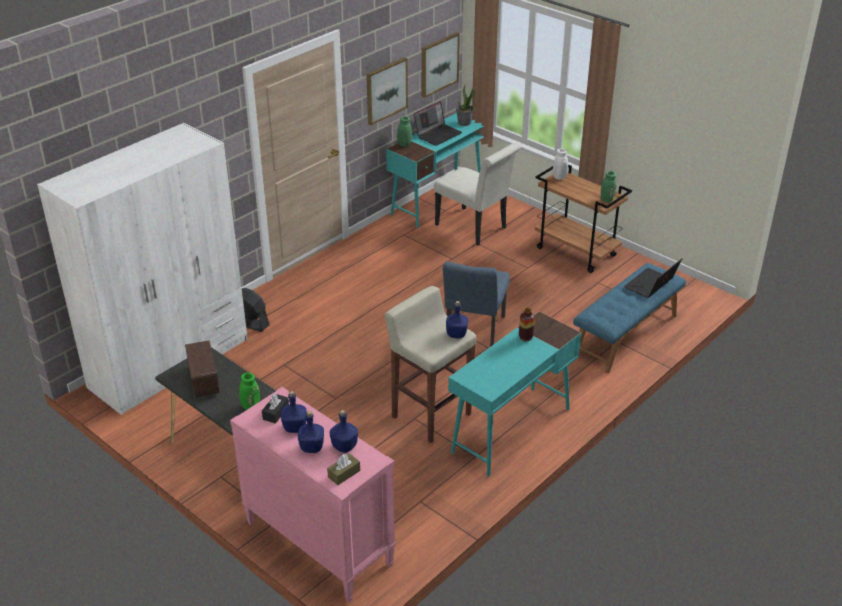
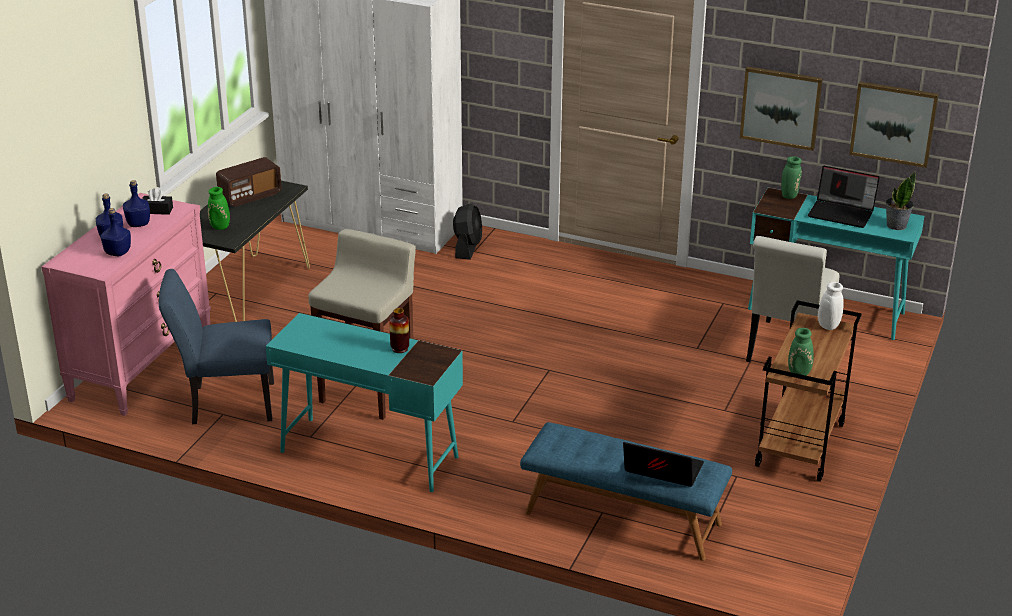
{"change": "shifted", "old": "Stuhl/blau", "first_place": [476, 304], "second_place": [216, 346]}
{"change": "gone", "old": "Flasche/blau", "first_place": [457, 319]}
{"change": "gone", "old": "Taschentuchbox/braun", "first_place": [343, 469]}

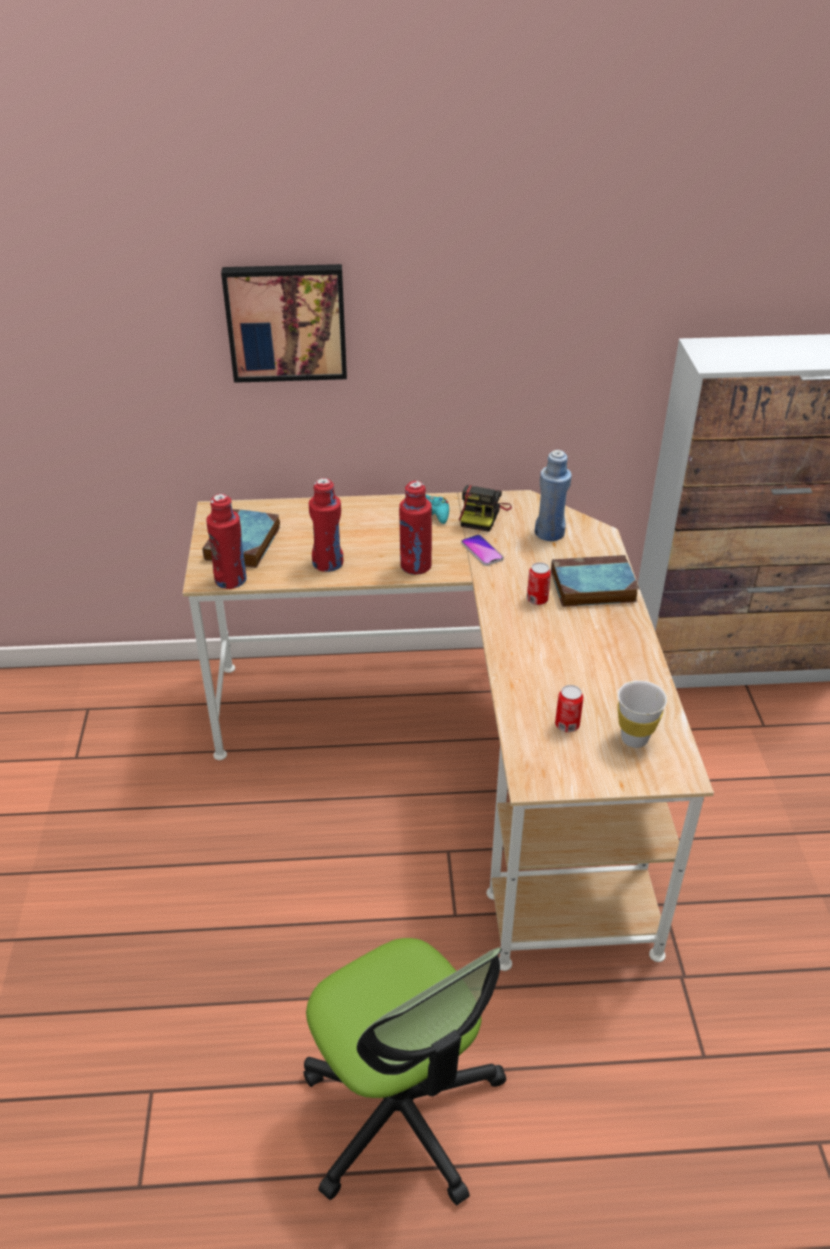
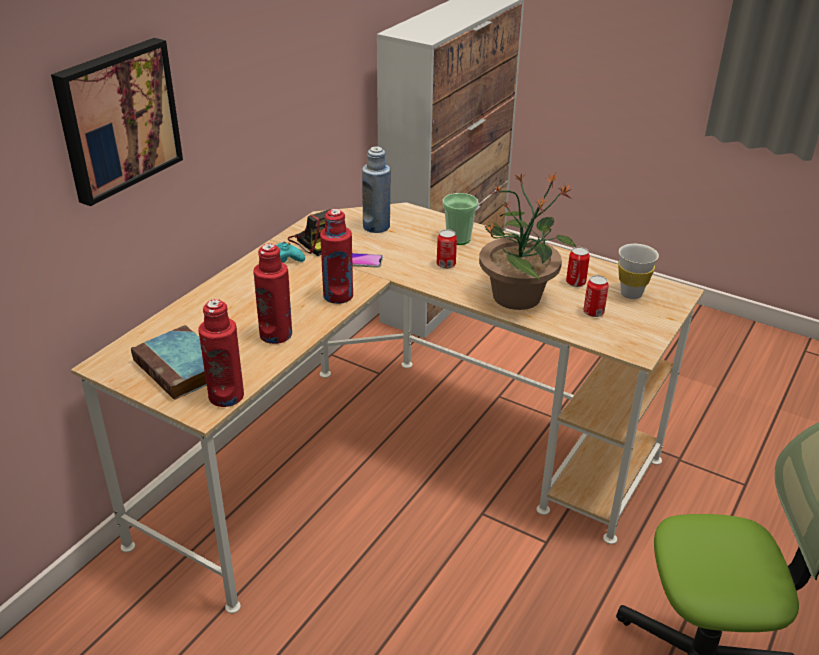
{"change": "swapped", "old": "Buch", "new": "Tasse", "first_place": [595, 581], "second_place": [460, 219]}
{"change": "new", "new": "Topfpflanze", "second_place": [527, 241]}
{"change": "new", "new": "Dose", "second_place": [578, 267]}

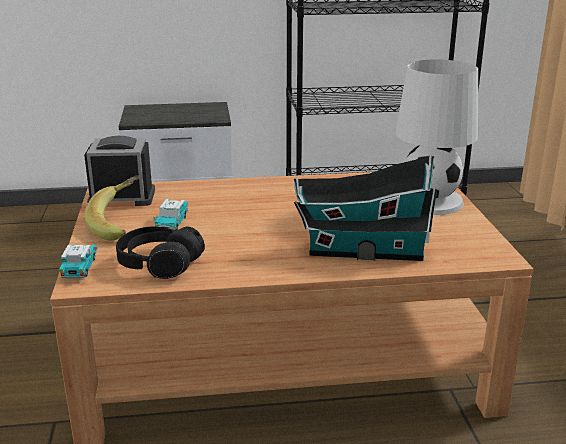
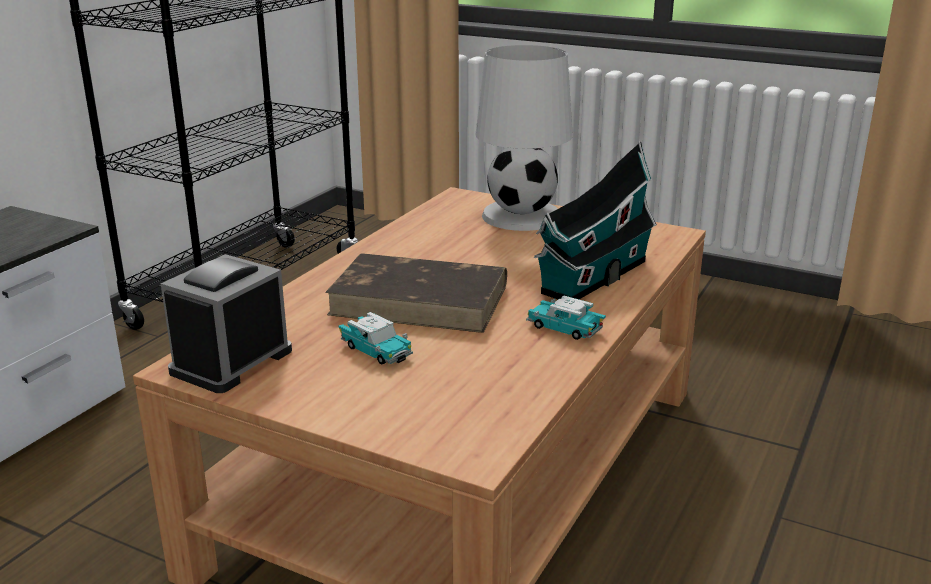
{"change": "gone", "old": "Banane", "first_place": [112, 208]}
{"change": "gone", "old": "Kopfhörer/schwarz", "first_place": [160, 252]}
{"change": "shifted", "old": "Spielzeugauto", "first_place": [78, 262], "second_place": [566, 318]}
{"change": "new", "new": "Buch/braun", "second_place": [416, 293]}

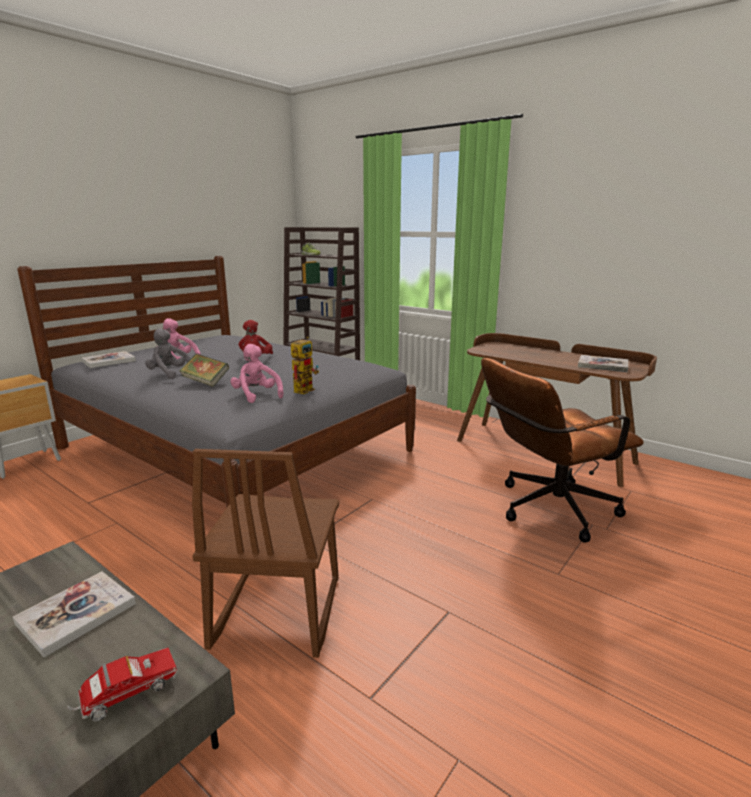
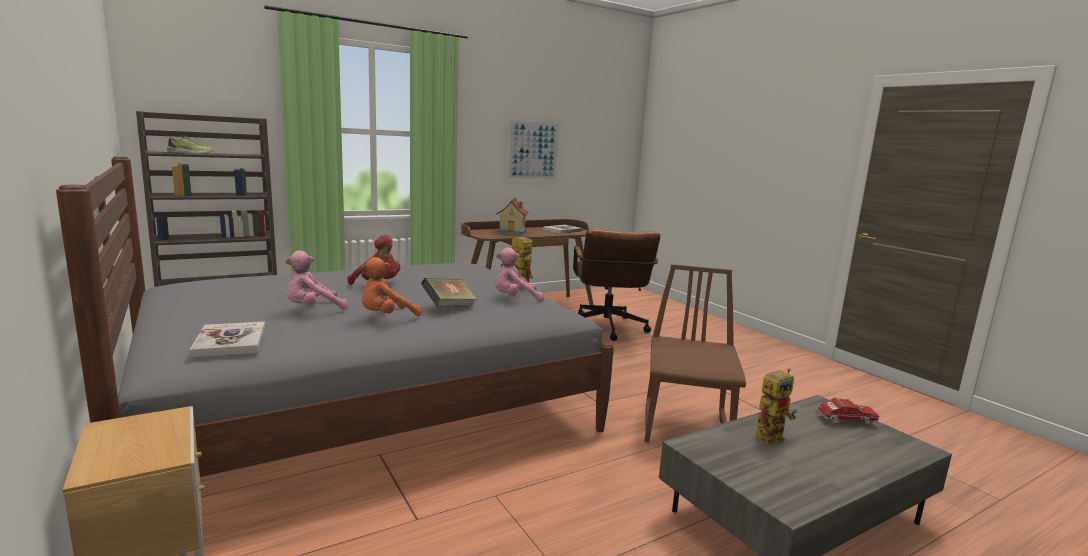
{"change": "repainted", "old": "Plüschtier/grau", "new": "Plüschtier/orange", "first_place": [168, 353], "second_place": [391, 286]}
{"change": "rotated", "old": "Stuhl/braun", "first_place": [265, 553], "second_place": [695, 353], "degrees": -105}
{"change": "swapped", "old": "Buch", "new": "Spielzeugroboter", "first_place": [74, 614], "second_place": [776, 407]}
{"change": "rotated", "old": "Spielzeuglaster", "first_place": [122, 684], "second_place": [847, 411], "degrees": 105}
{"change": "new", "new": "Bild", "second_place": [533, 149]}
{"change": "new", "new": "Spielzeughaus", "second_place": [512, 216]}

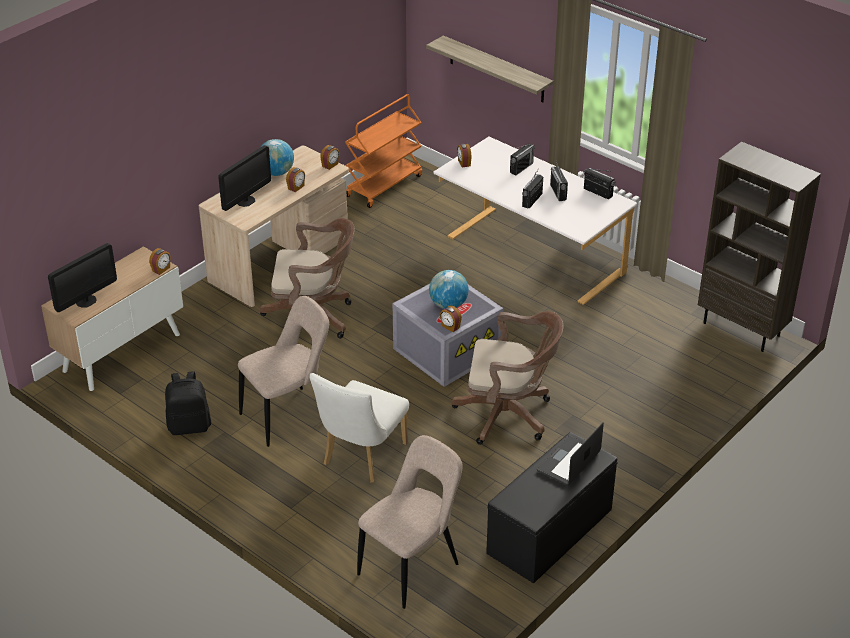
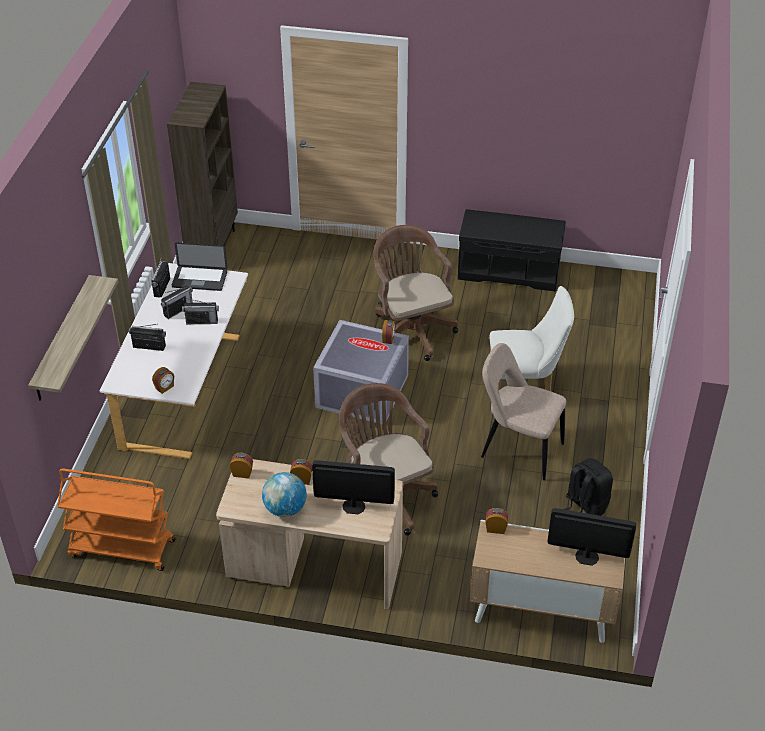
{"change": "gone", "old": "Globus", "first_place": [449, 289]}
{"change": "shifted", "old": "Laptop", "first_place": [570, 454], "second_place": [200, 266]}
{"change": "gone", "old": "Stuhl/beige", "first_place": [410, 522]}

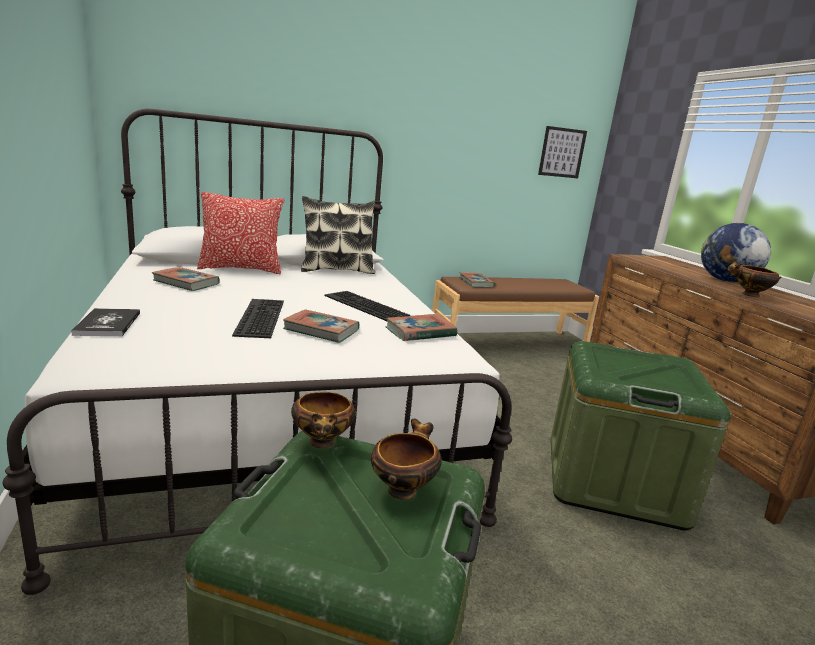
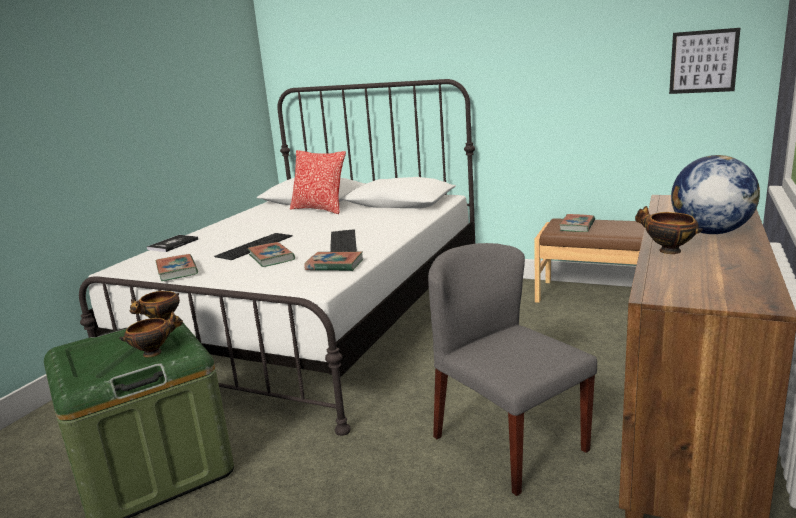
{"change": "gone", "old": "Kissen", "first_place": [338, 235]}
{"change": "shifted", "old": "Buch", "first_place": [186, 279], "second_place": [176, 267]}
{"change": "swapped", "old": "Aufbewahrungsbox/grün", "new": "Stuhl/grau", "first_place": [641, 435], "second_place": [512, 369]}

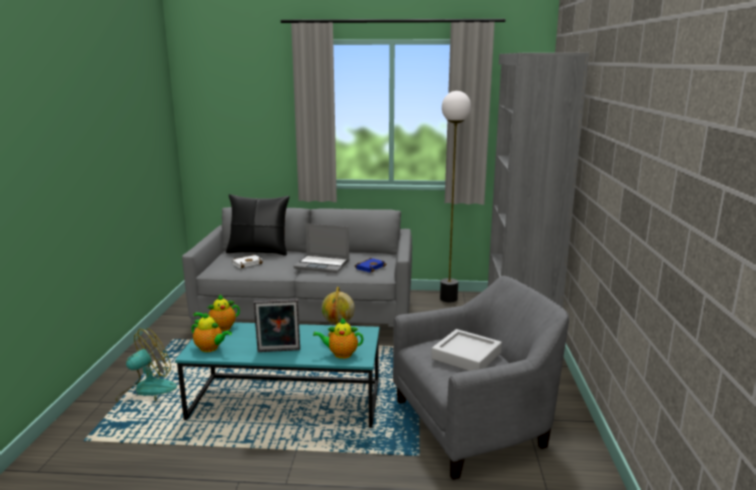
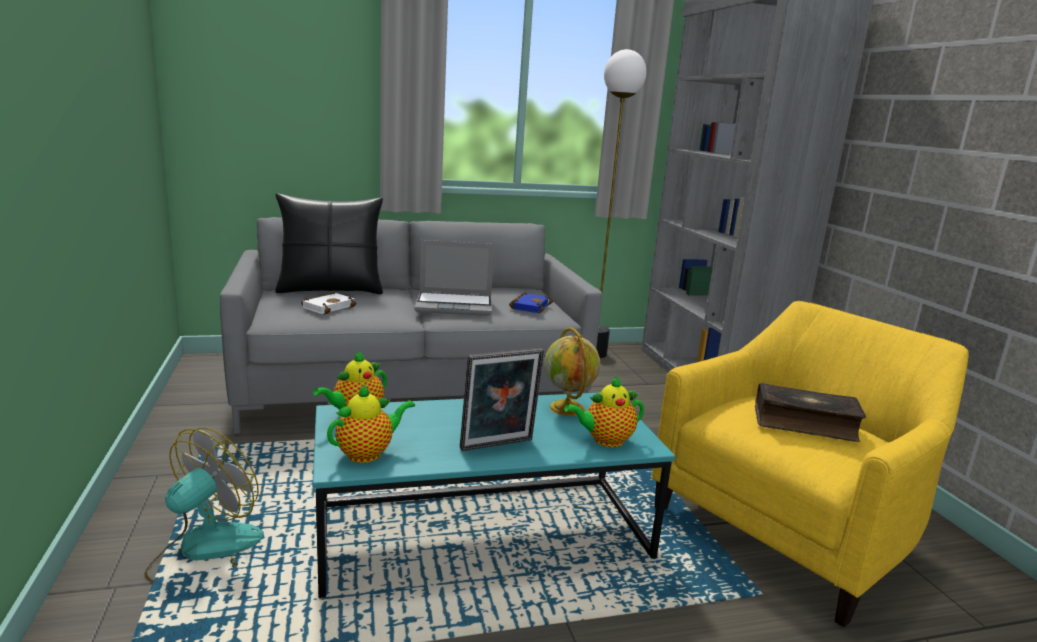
{"change": "repainted", "old": "Sessel/grau", "new": "Sessel/gelb", "first_place": [481, 378], "second_place": [810, 464]}
{"change": "rotated", "old": "Teekanne", "first_place": [211, 332], "second_place": [371, 423], "degrees": -45}
{"change": "swapped", "old": "Tablett/grau", "new": "Buch", "first_place": [466, 350], "second_place": [810, 412]}

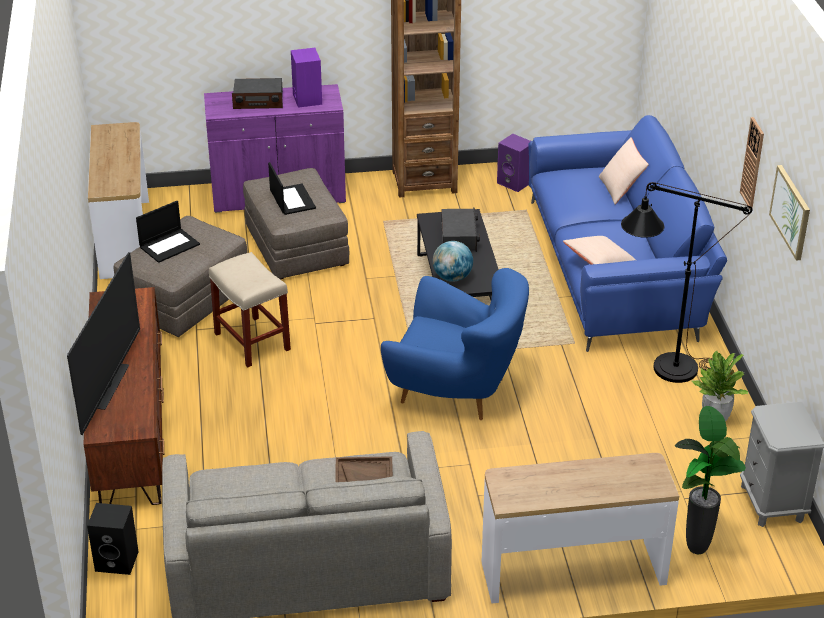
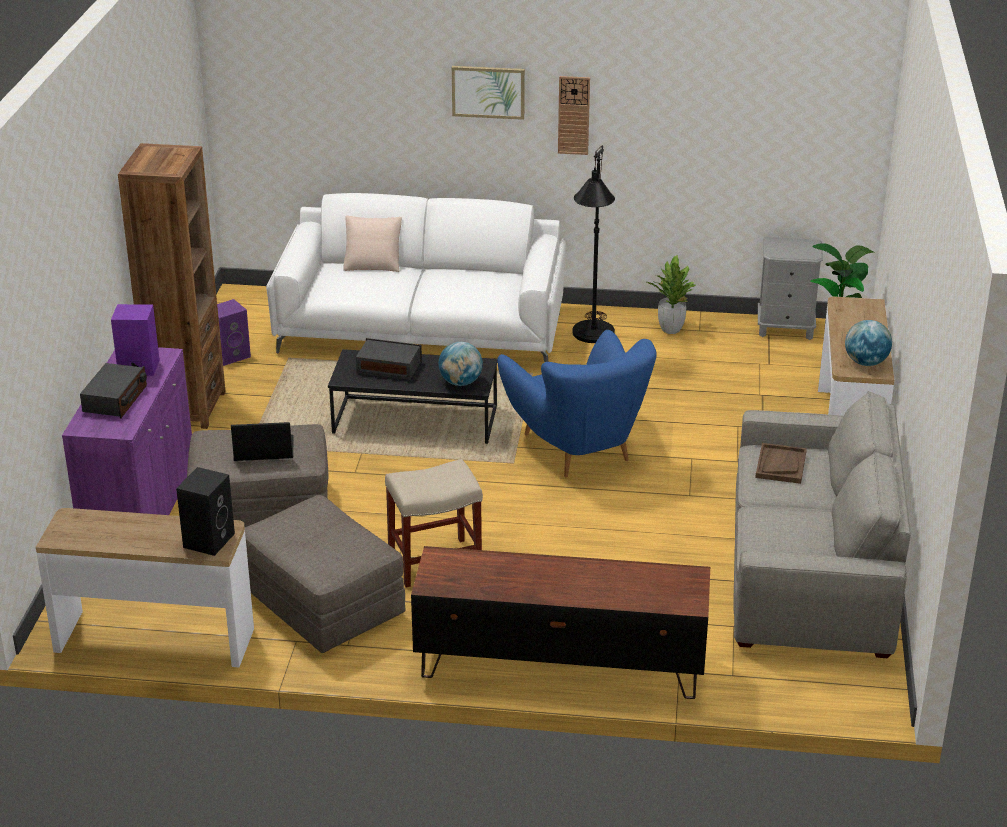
{"change": "repainted", "old": "Sofa/blau", "new": "Sofa/weiß", "first_place": [627, 233], "second_place": [416, 277]}
{"change": "shifted", "old": "Bild", "first_place": [789, 213], "second_place": [488, 93]}
{"change": "gone", "old": "Laptop", "first_place": [168, 232]}
{"change": "gone", "old": "Kissen/beige", "first_place": [599, 250]}
{"change": "gone", "old": "Fernseher", "first_place": [103, 343]}
{"change": "rotated", "old": "Sessel/blau", "first_place": [455, 344], "second_place": [577, 403], "degrees": 120}
{"change": "shifted", "old": "Lautsprecher/schwarz", "first_place": [113, 539], "second_place": [205, 511]}
{"change": "new", "new": "Globus", "second_place": [868, 343]}

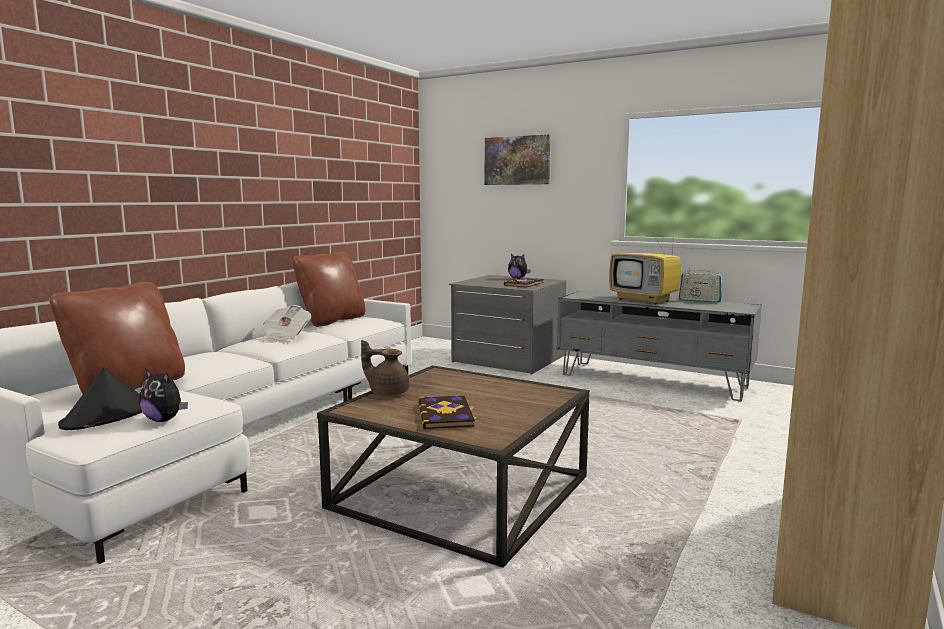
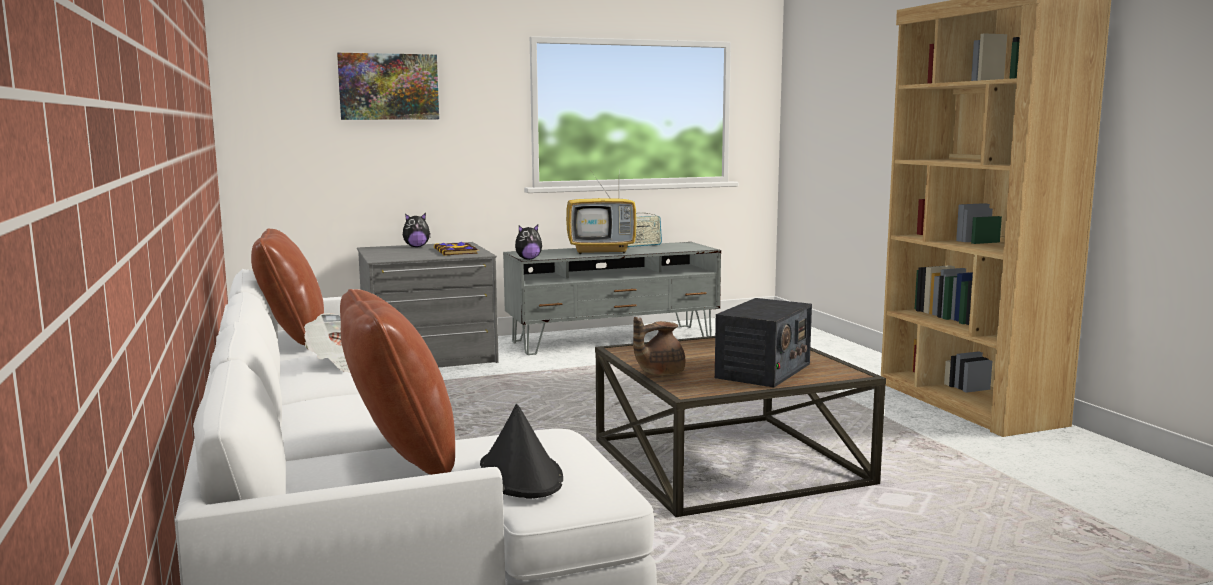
{"change": "shifted", "old": "Plüschtier", "first_place": [163, 395], "second_place": [528, 242]}
{"change": "swapped", "old": "Buch", "new": "Radio", "first_place": [448, 412], "second_place": [763, 342]}

